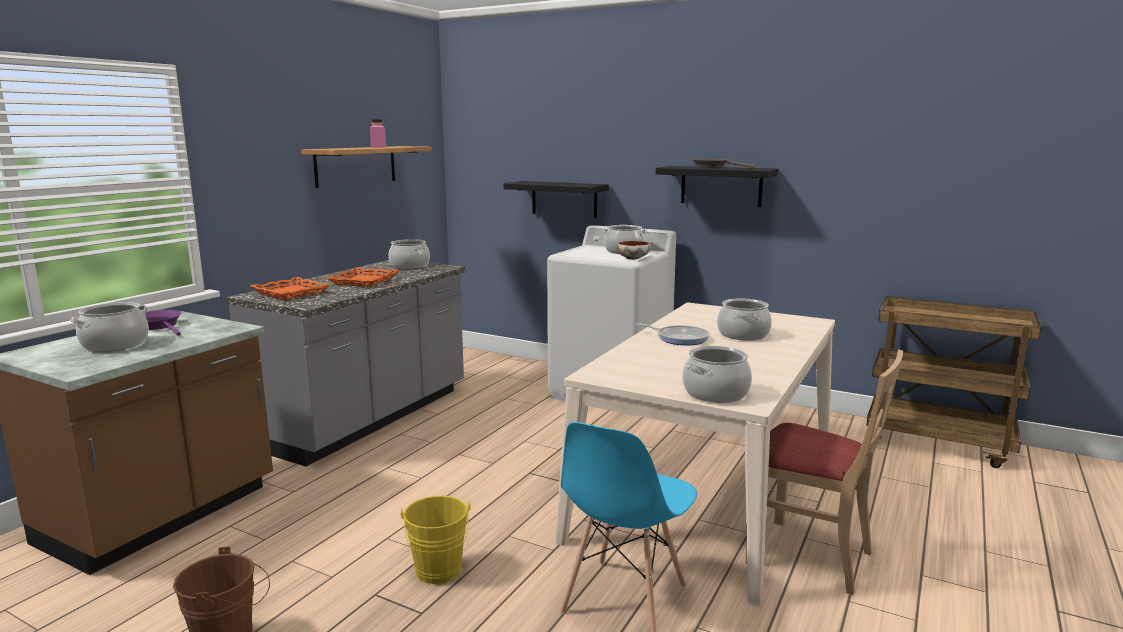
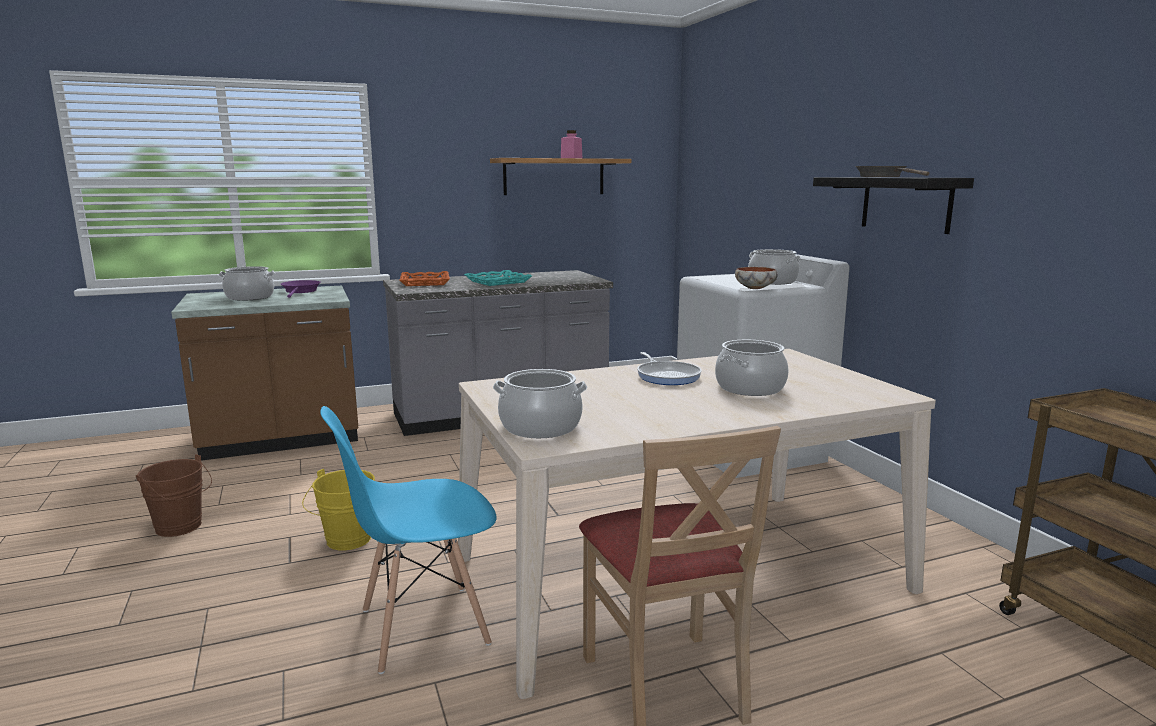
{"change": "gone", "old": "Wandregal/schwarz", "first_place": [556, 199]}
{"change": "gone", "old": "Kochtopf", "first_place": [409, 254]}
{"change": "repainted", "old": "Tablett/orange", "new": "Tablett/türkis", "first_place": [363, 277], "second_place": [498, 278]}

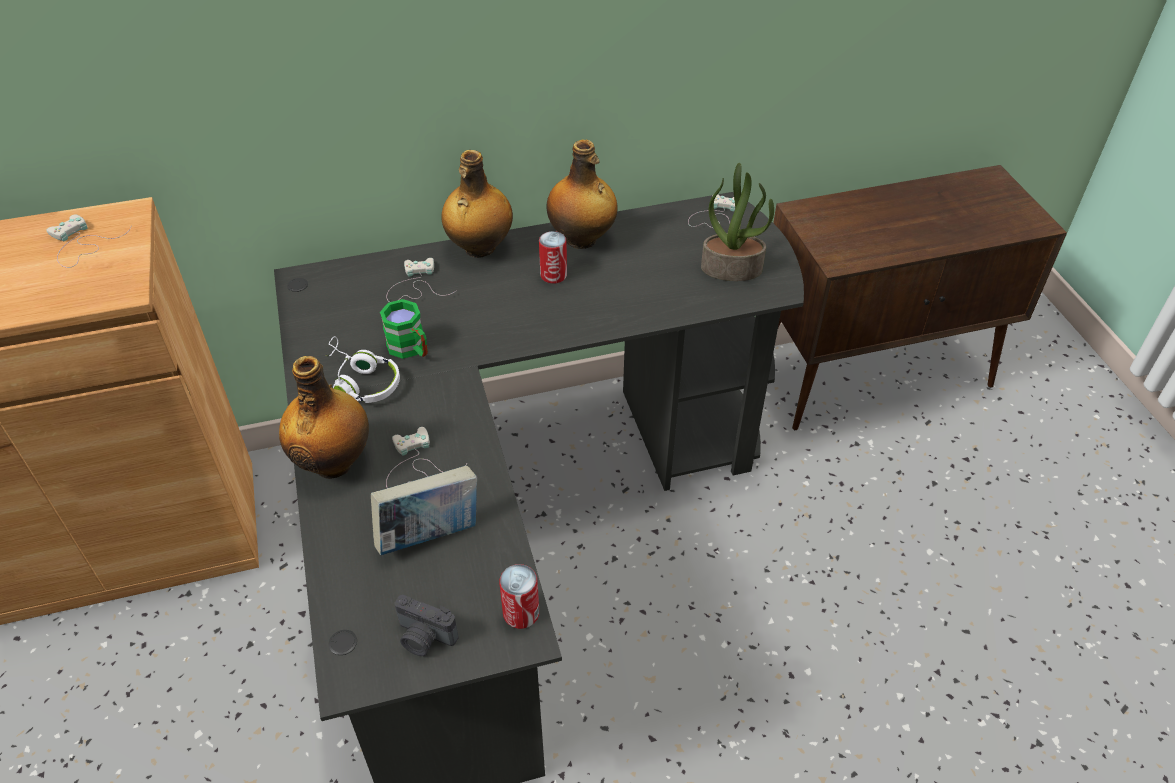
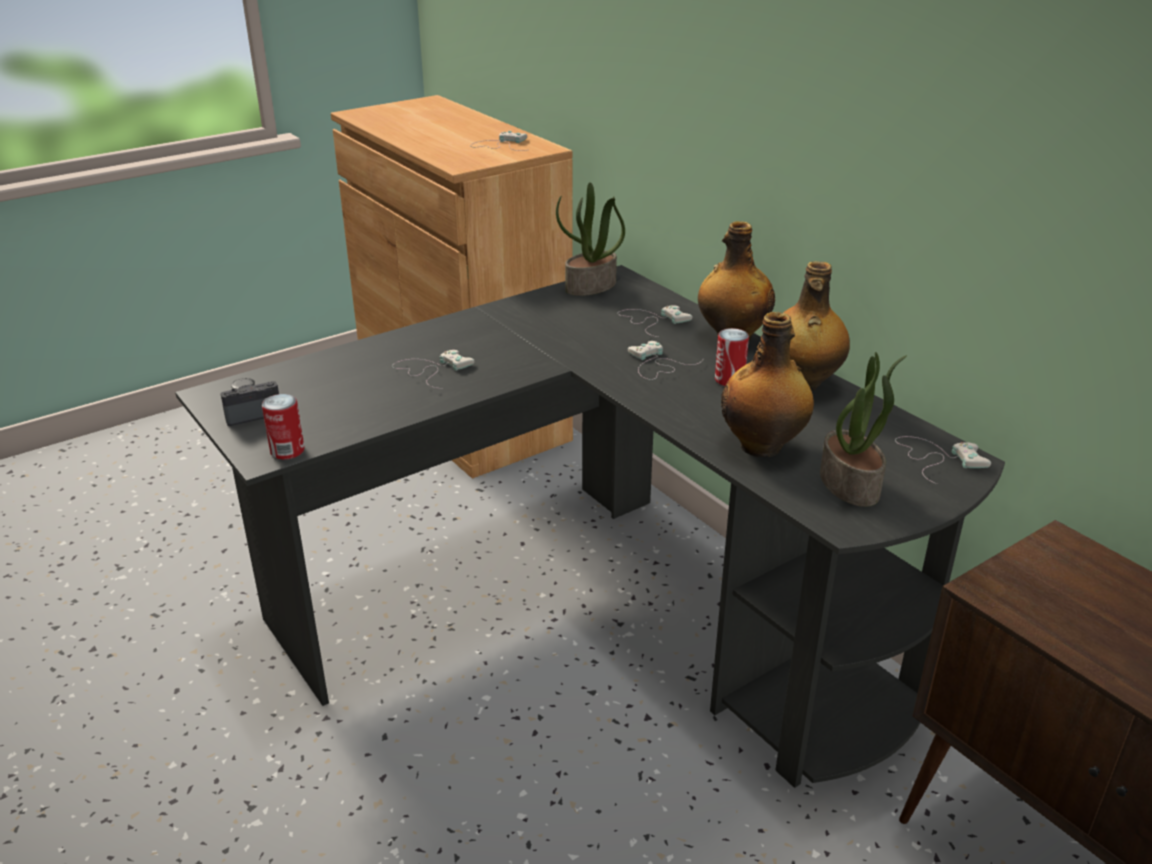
{"change": "gone", "old": "Henkelbecher/grün", "first_place": [404, 329]}
{"change": "gone", "old": "Kopfhörer/weiß", "first_place": [362, 369]}
{"change": "shifted", "old": "Flasche", "first_place": [324, 417], "second_place": [767, 384]}
{"change": "gone", "old": "Buch", "first_place": [424, 510]}
{"change": "rotated", "old": "Kamera", "first_place": [426, 625], "second_place": [249, 403], "degrees": 60}
{"change": "new", "new": "Topfpflanze", "second_place": [590, 239]}
{"change": "new", "new": "Gamepad/weiß", "second_place": [666, 360]}

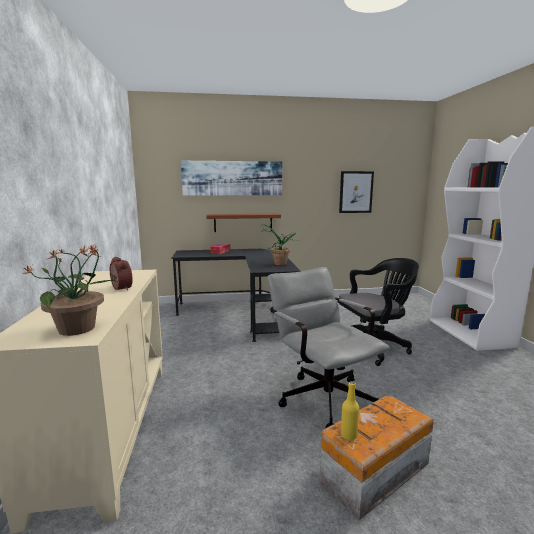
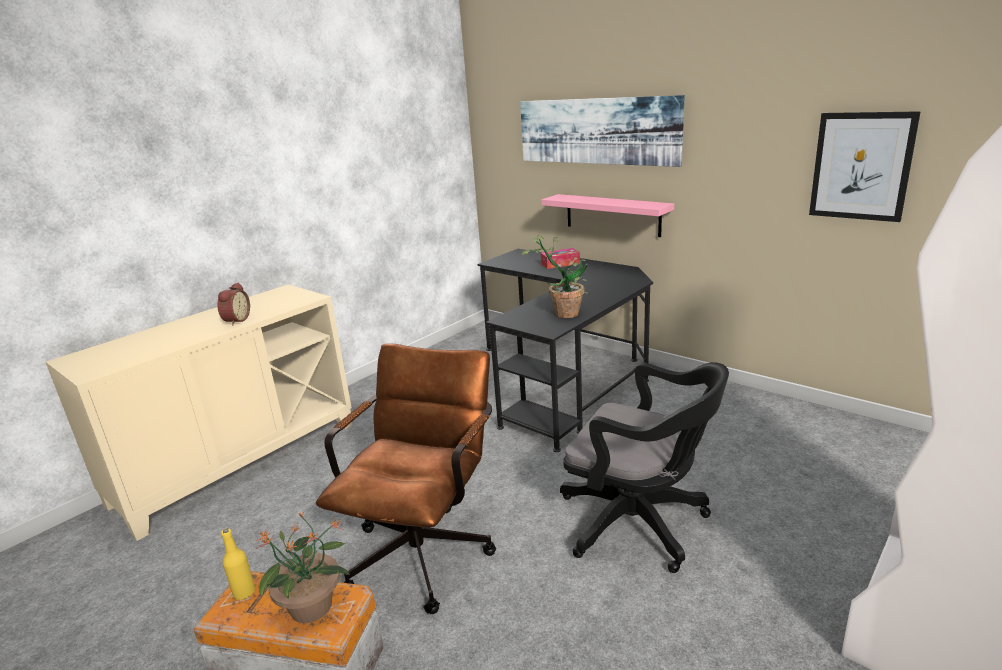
{"change": "repainted", "old": "Wandregal/braun", "new": "Wandregal/rosa", "first_place": [243, 223], "second_place": [607, 215]}
{"change": "shifted", "old": "Topfpflanze", "first_place": [70, 289], "second_place": [302, 567]}
{"change": "repainted", "old": "Bürostuhl/grau", "new": "Bürostuhl/braun", "first_place": [328, 347], "second_place": [406, 478]}

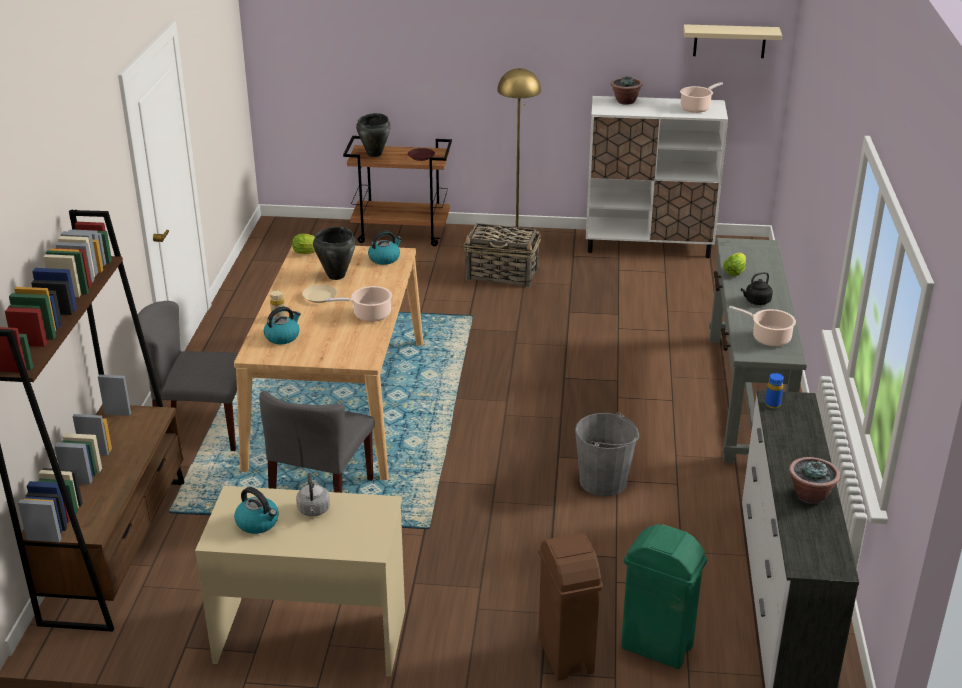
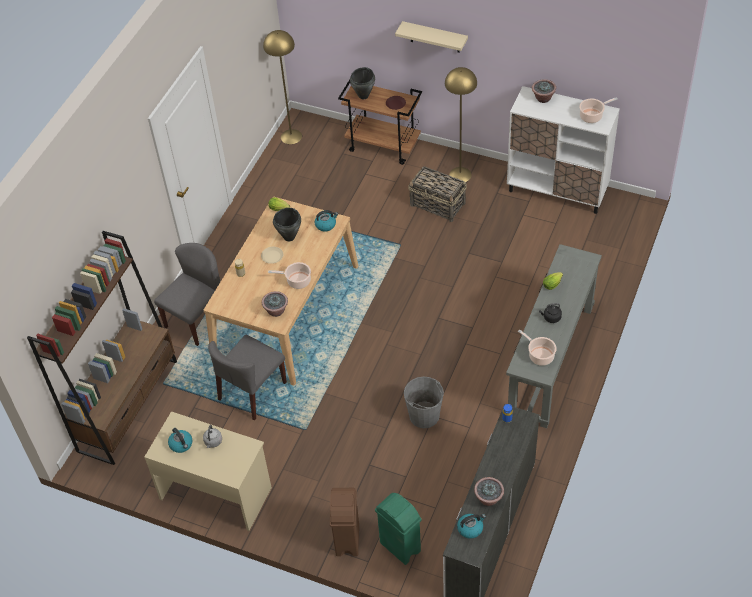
{"change": "shifted", "old": "Wandregal/beige", "first_place": [732, 41], "second_place": [431, 37]}
{"change": "rotated", "old": "Stuhl/grau", "first_place": [186, 376], "second_place": [187, 294], "degrees": 105}
{"change": "shifted", "old": "Wasserkessel", "first_place": [282, 325], "second_place": [471, 526]}
{"change": "new", "new": "Stehlampe/gelb", "second_place": [282, 87]}
{"change": "new", "new": "Topfpflanze", "second_place": [275, 304]}

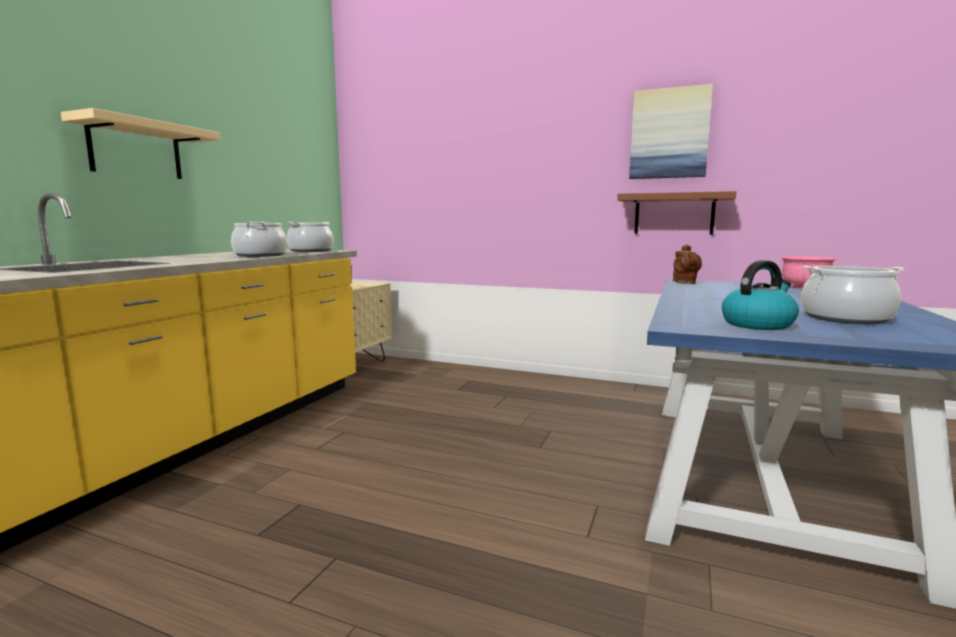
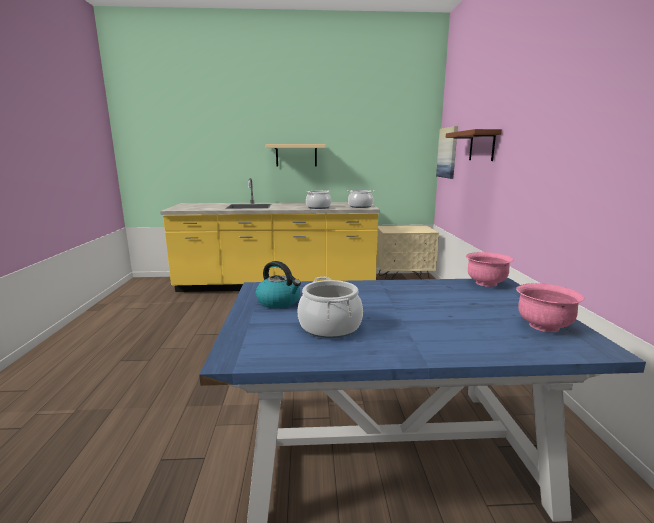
{"change": "shifted", "old": "Bild", "first_place": [671, 131], "second_place": [447, 152]}
{"change": "shifted", "old": "Wandregal/braun", "first_place": [676, 212], "second_place": [474, 145]}
{"change": "swapped", "old": "Teekanne/braun", "new": "Schüssel/rosa", "first_place": [687, 264], "second_place": [490, 269]}

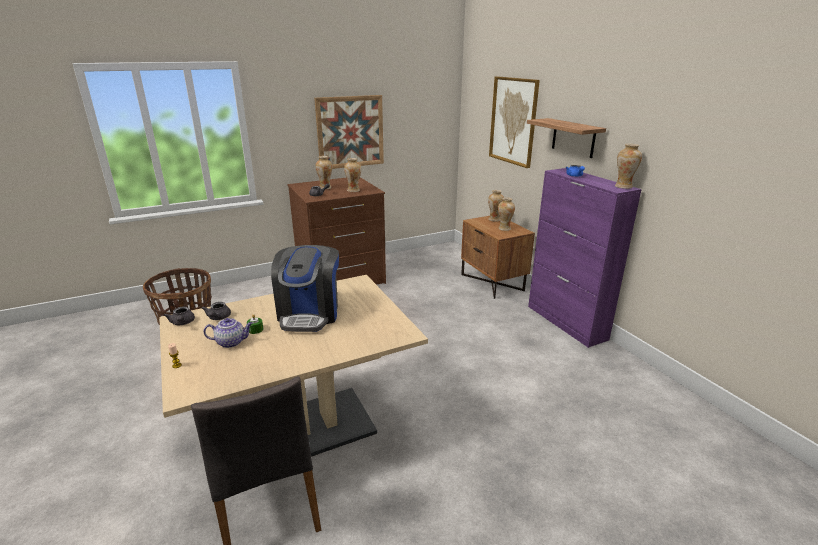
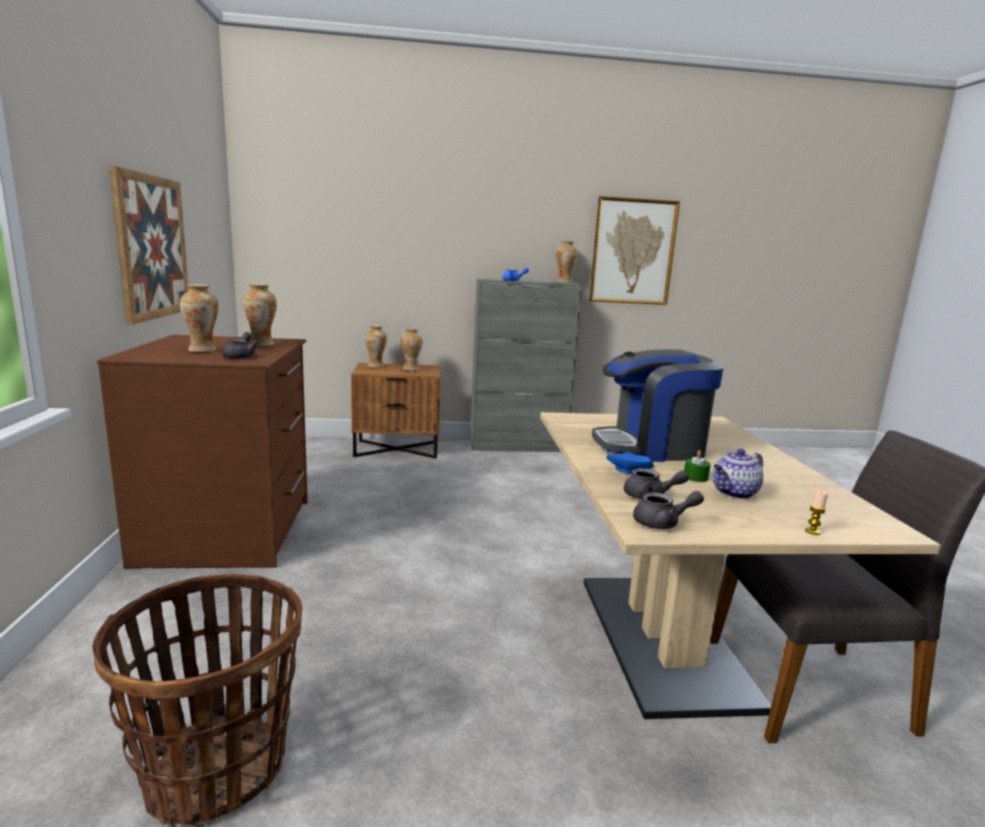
{"change": "shifted", "old": "Bild", "first_place": [514, 122], "second_place": [634, 250]}
{"change": "gone", "old": "Wandregal", "first_place": [566, 138]}
{"change": "repainted", "old": "Schrank/lila", "new": "Schrank/grau", "first_place": [585, 258], "second_place": [526, 365]}
{"change": "rotated", "old": "Kaffeemaschine", "first_place": [305, 288], "second_place": [658, 405], "degrees": 150}
{"change": "rotated", "old": "Teekanne", "first_place": [228, 333], "second_place": [738, 474], "degrees": -135}
{"change": "new", "new": "Teller/blau", "second_place": [630, 463]}

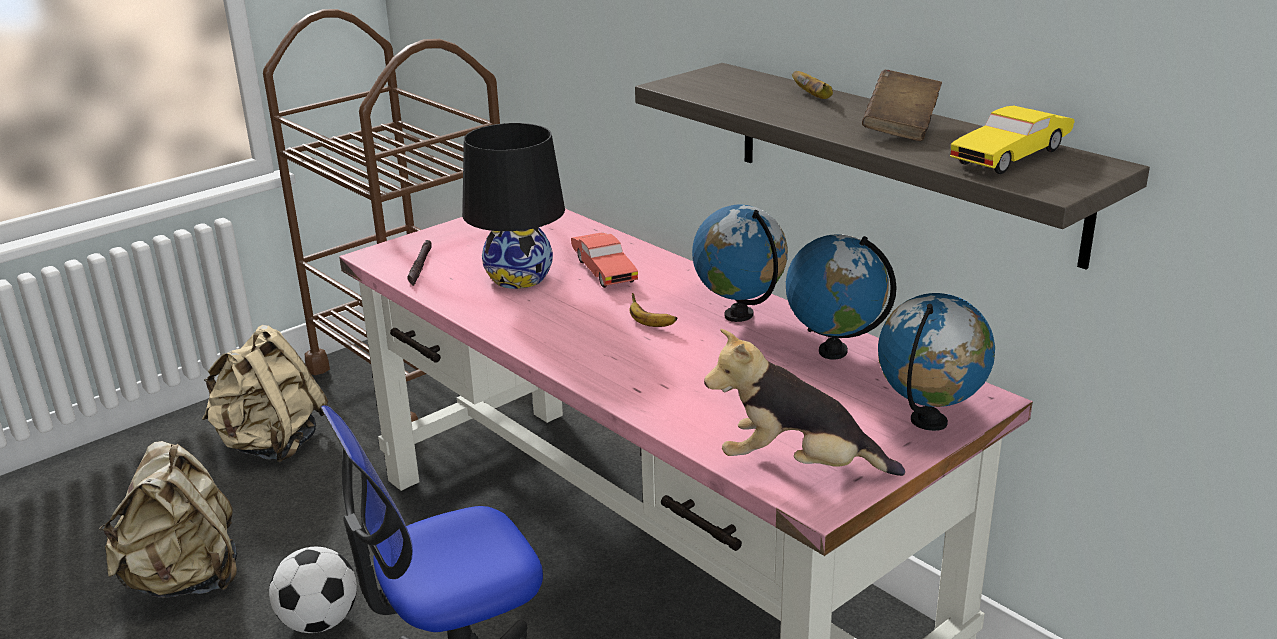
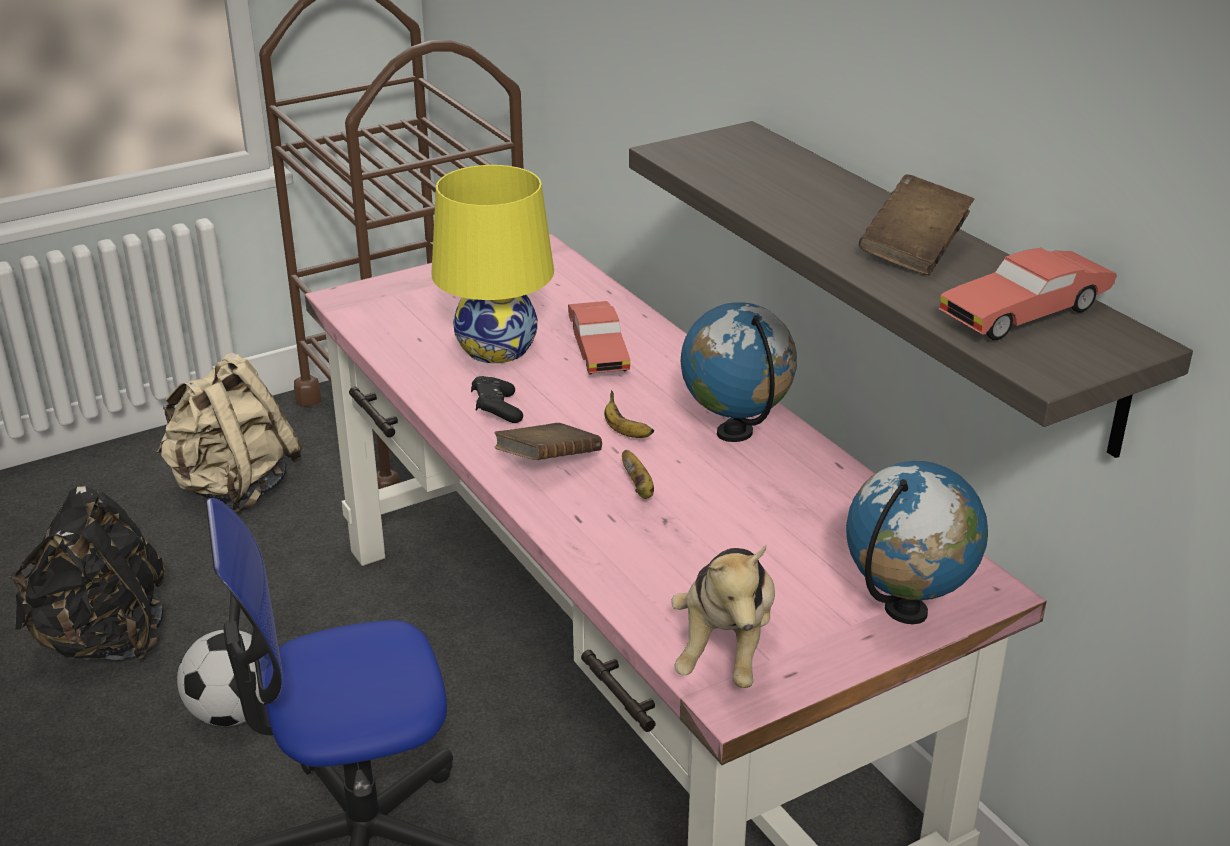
{"change": "shifted", "old": "Banane", "first_place": [812, 85], "second_place": [638, 474]}
{"change": "repainted", "old": "Spielzeugauto/gelb", "new": "Spielzeugauto/rot", "first_place": [1012, 139], "second_place": [1027, 294]}
{"change": "repainted", "old": "Tischlampe/schwarz", "new": "Tischlampe/gelb", "first_place": [513, 206], "second_place": [492, 264]}
{"change": "gone", "old": "Globus", "first_place": [841, 297]}
{"change": "gone", "old": "Taschenlampe/schwarz", "first_place": [419, 263]}
{"change": "rotated", "old": "Plüschtier", "first_place": [804, 402], "second_place": [723, 616], "degrees": -105}
{"change": "repainted", "old": "Rucksack/beige", "new": "Rucksack/schwarz", "first_place": [168, 519], "second_place": [86, 573]}
{"change": "new", "new": "Gamepad/schwarz", "second_place": [497, 399]}
{"change": "new", "new": "Buch/braun", "second_place": [548, 441]}

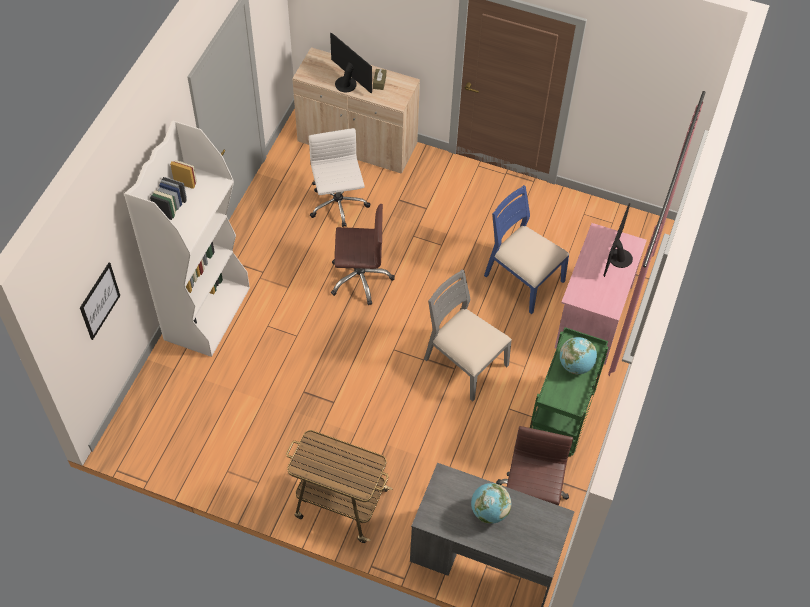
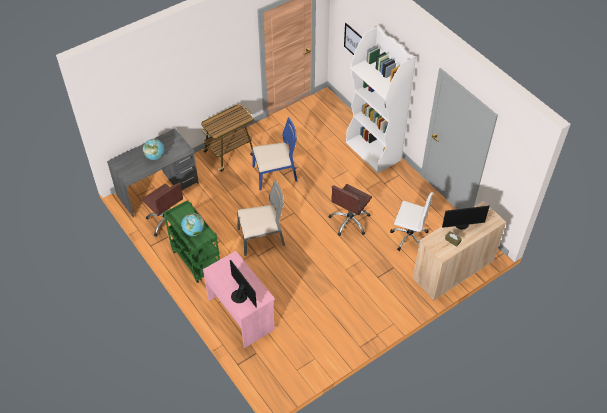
{"change": "shifted", "old": "Stuhl/blau", "first_place": [526, 249], "second_place": [274, 153]}

